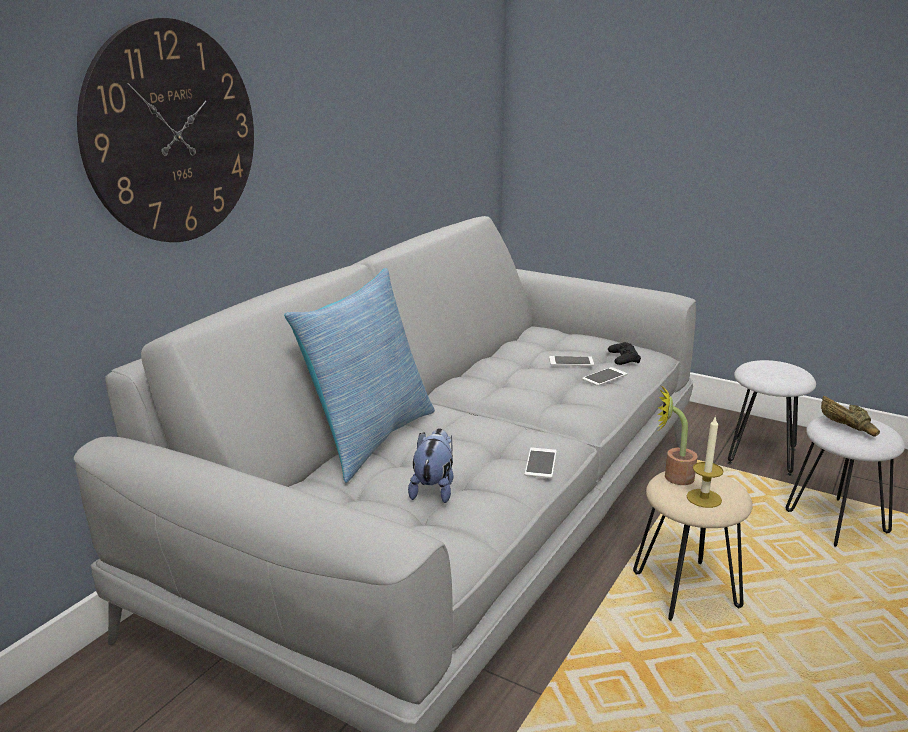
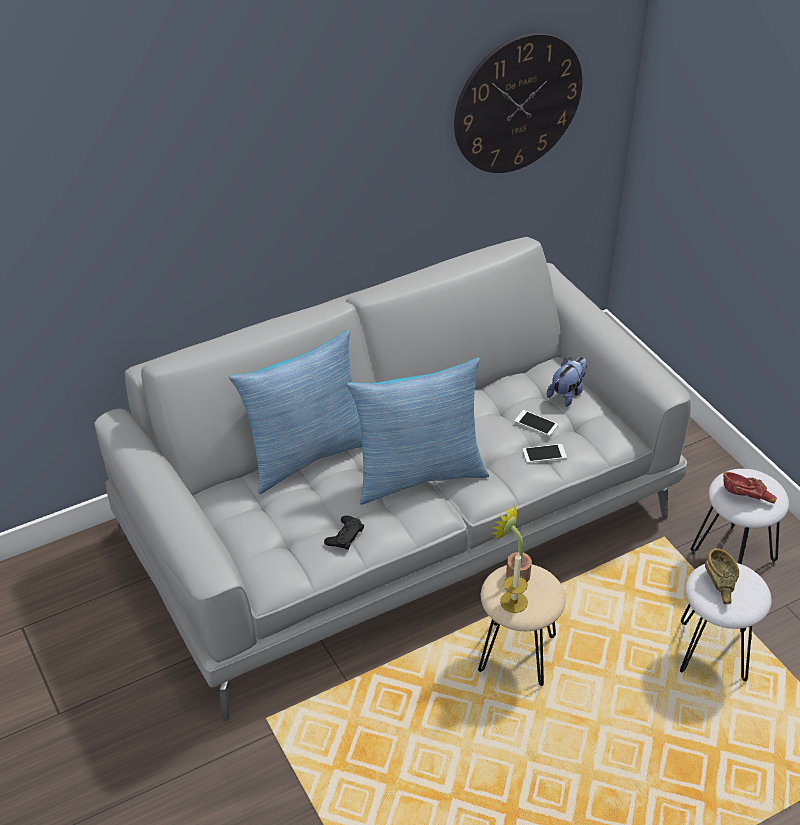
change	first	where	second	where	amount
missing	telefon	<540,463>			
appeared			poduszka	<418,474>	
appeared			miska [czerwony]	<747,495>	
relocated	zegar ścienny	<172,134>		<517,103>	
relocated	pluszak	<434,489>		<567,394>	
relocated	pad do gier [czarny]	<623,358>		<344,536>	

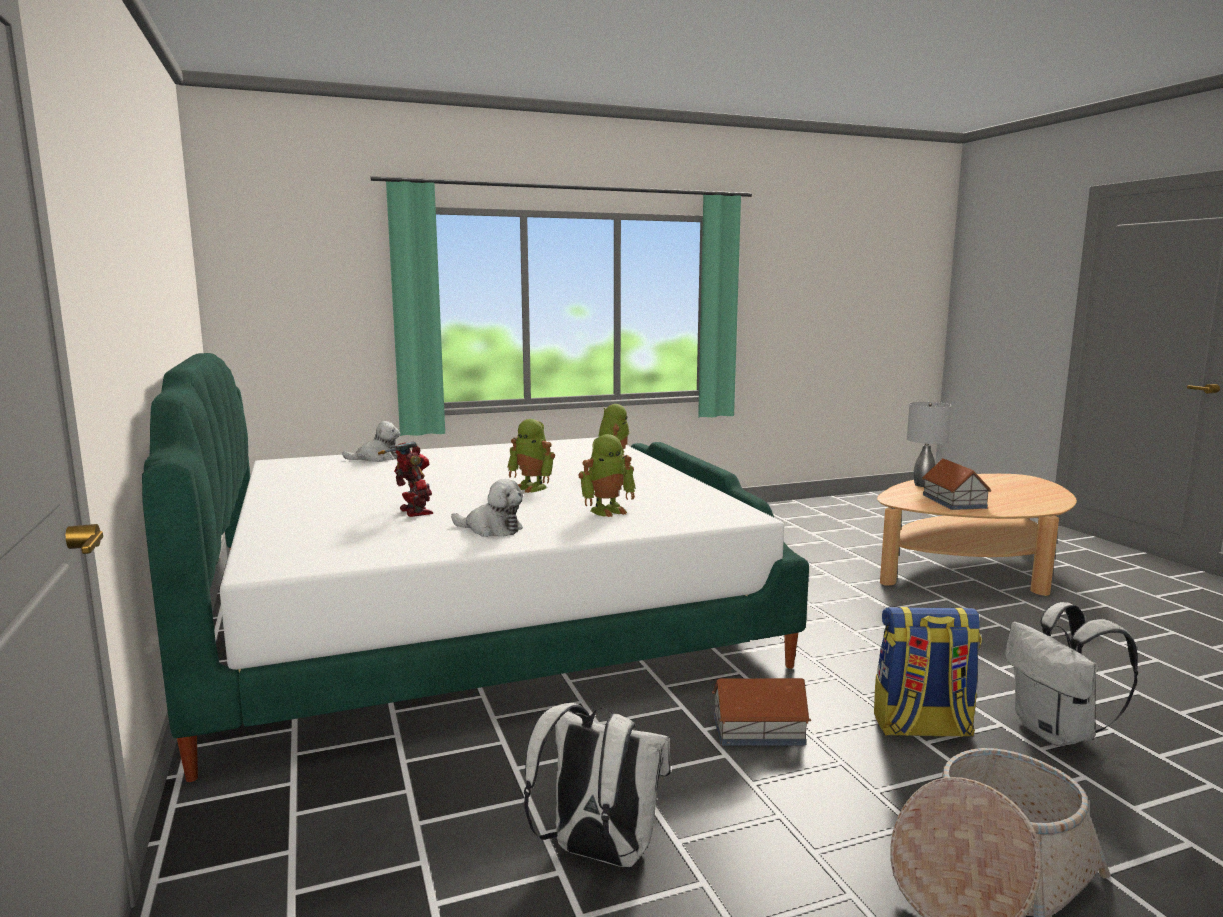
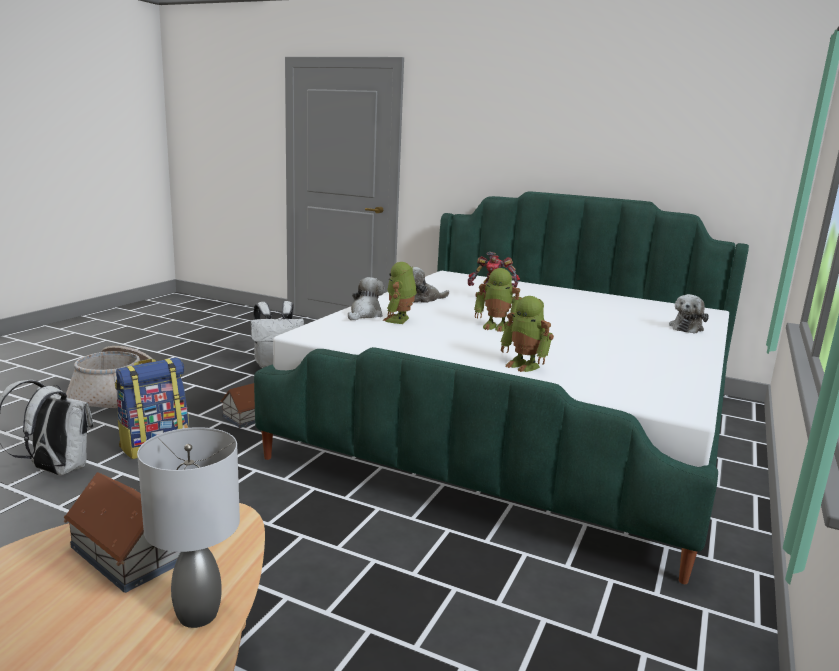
change	first	where	second	where	amount
appeared			pluszak	<365,314>	
spun	robot zabawkowy	<532,487>		<496,326>	150 degrees counterclockwise

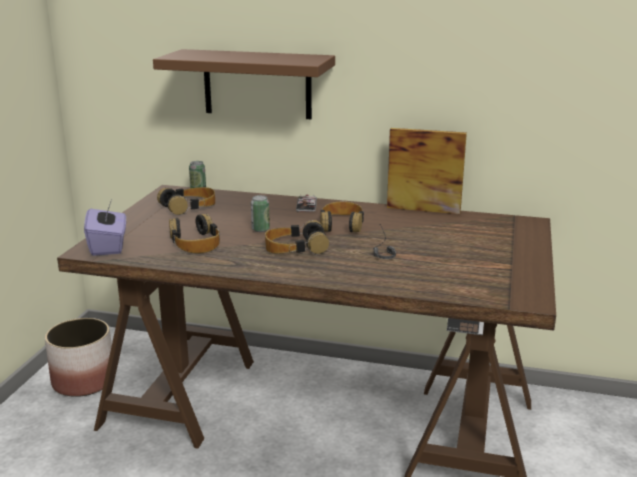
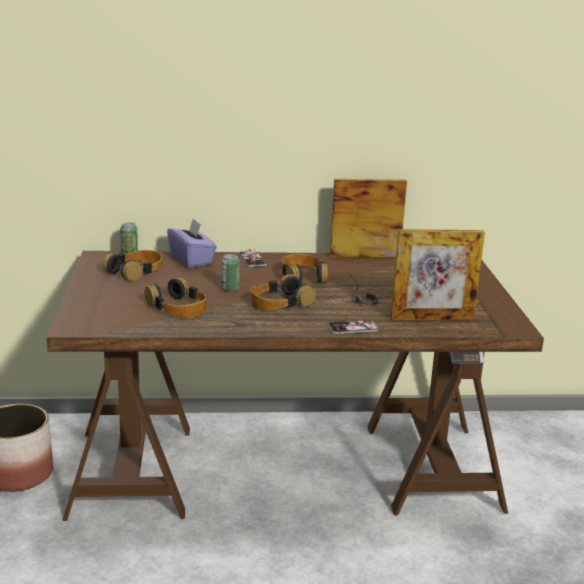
change	first	where	second	where	amount
missing	półka [brązowy]	<257,84>			
appeared			telefon	<352,328>	
appeared			ramka na zdjęcie	<432,318>	
relocated	pudełko chusteczek [fioletowy]	<108,246>		<192,260>	

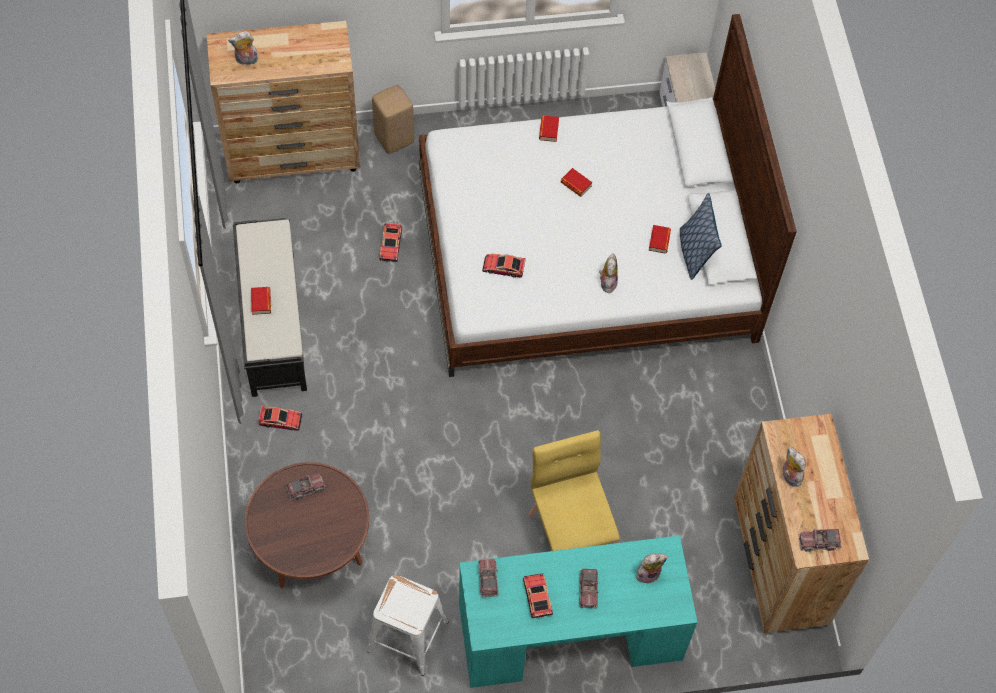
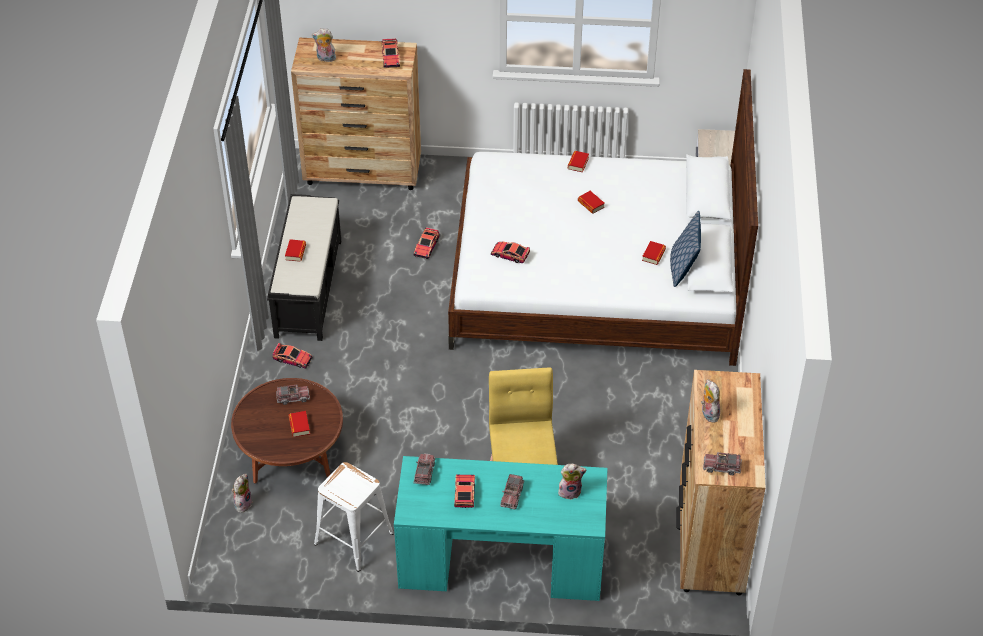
change	first	where	second	where	amount
missing	stołek [beżowy]	<394,138>			
appeared			książka	<299,426>	
appeared			samochodzik	<390,57>	
relocated	pluszak	<607,282>		<242,503>	

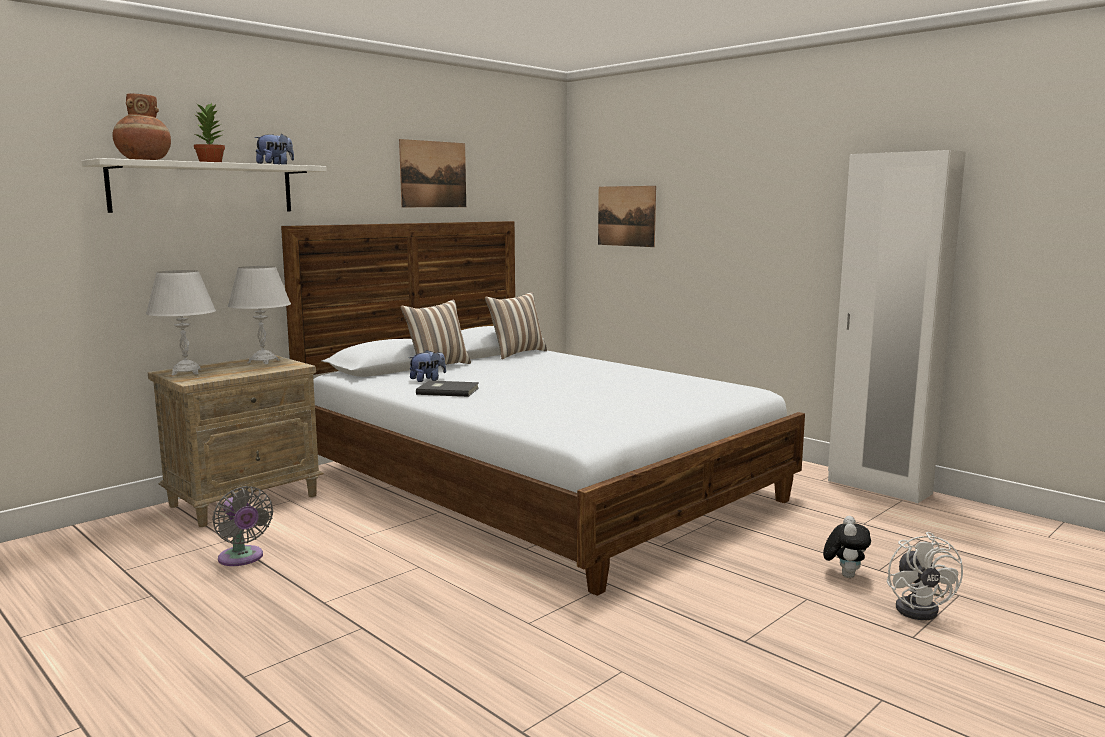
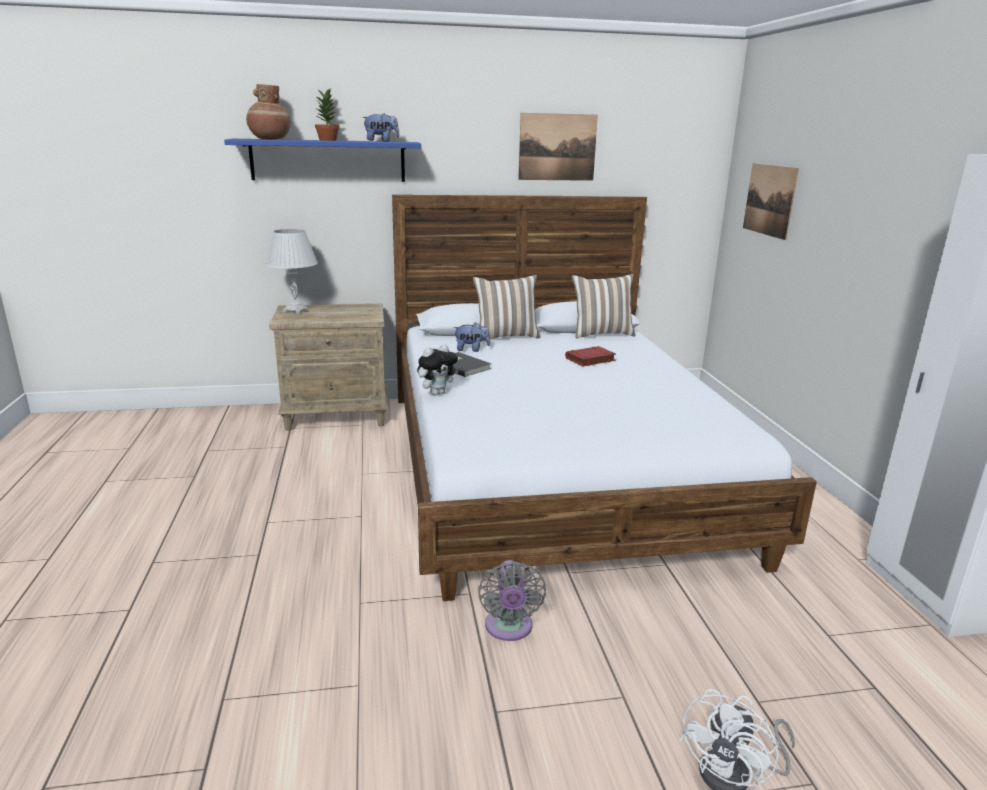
change	first	where	second	where	amount
missing	lampa stołowa [biały]	<263,361>			
appeared			książka [czerwony]	<590,359>	
relocated	wentylator [szary]	<242,558>		<509,628>	
relocated	pluszak	<844,574>		<437,393>	
colour	półka [biały]	<204,188>	półka [niebieski]	<328,160>	

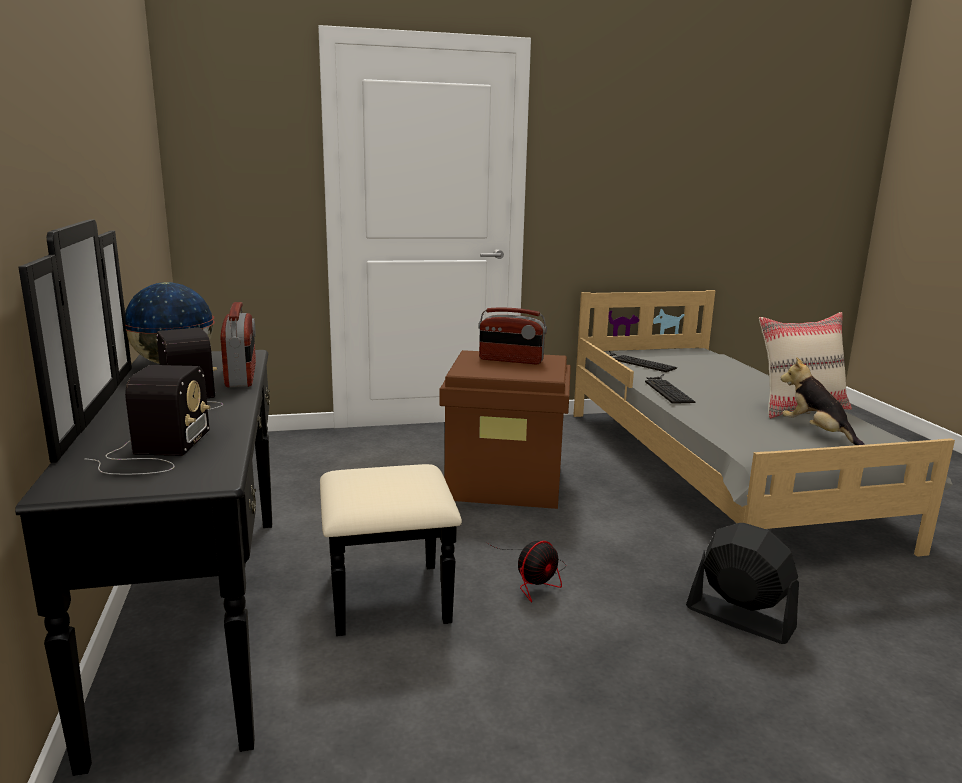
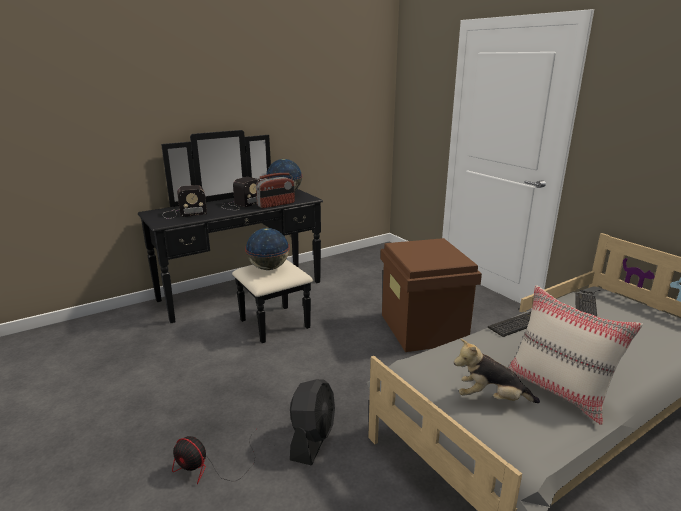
change	first	where	second	where	amount
missing	radio	<511,360>			
appeared			globus	<268,268>	
relocated	wentylator	<535,578>		<211,467>	
spun	pluszak	<816,433>		<491,399>	120 degrees counterclockwise

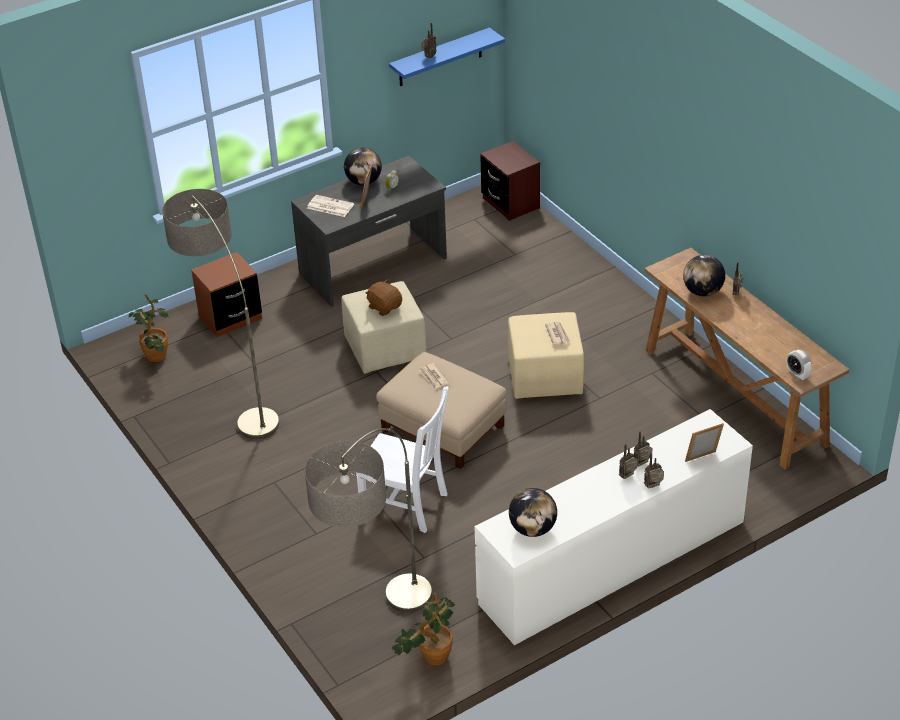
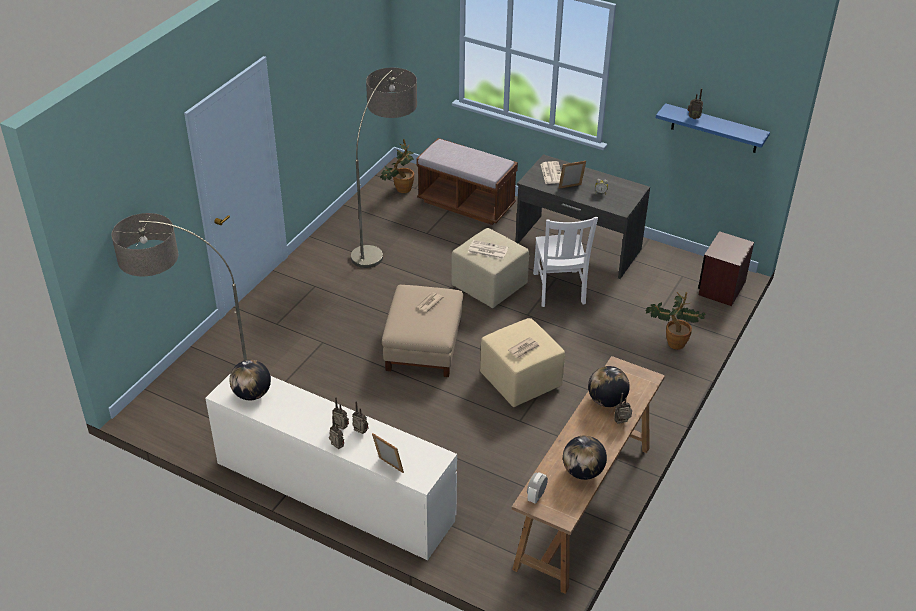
change	first	where	second	where	amount
relocated	globus	<364,182>		<582,472>	
relocated	krzesło [biały]	<407,505>		<559,290>	
relocated	roślina doniczkowa	<430,658>		<672,341>	
exchanged	szafka nocna [brązowy]	<230,317>	ławka [brązowy]	<466,204>	
exchanged	pluszak [brązowy]	<384,307>	gazeta	<487,250>	

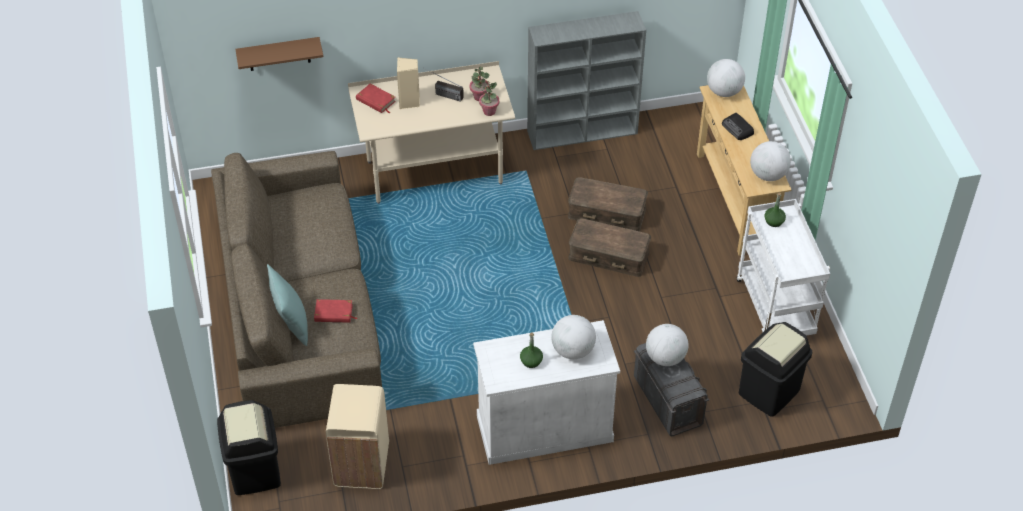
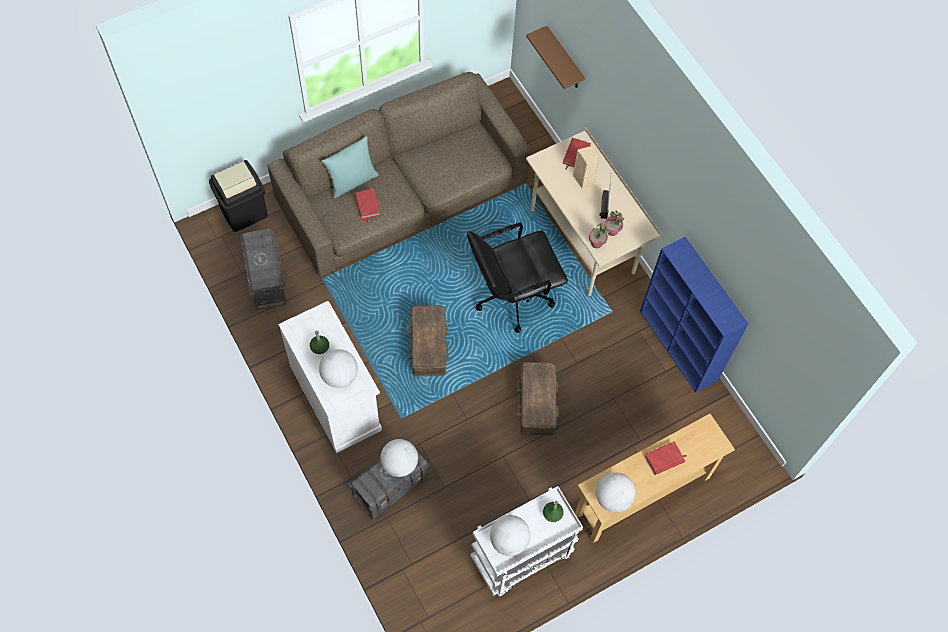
change	first	where	second	where	amount
missing	kosz na śmieci [czarny]	<769,392>			
appeared			krzesło biurowe [czarny]	<512,295>	
relocated	pojemnik do przechowywania [brązowy]	<607,212>		<429,345>	
relocated	globus	<724,91>		<509,540>	
exchanged	kosz na śmieci [beżowy]	<361,465>	pojemnik do przechowywania [szary]	<266,278>	
exchanged	radio	<737,129>	książka [czerwony]	<664,459>	
colour	regał [szary]	<583,132>	regał [niebieski]	<679,346>	

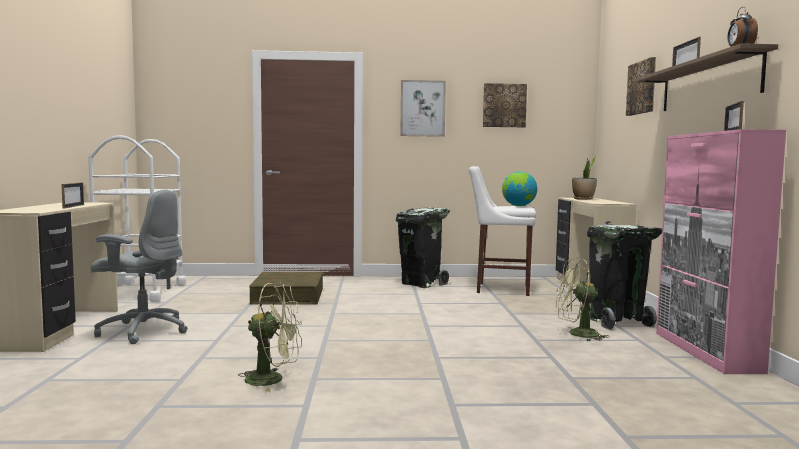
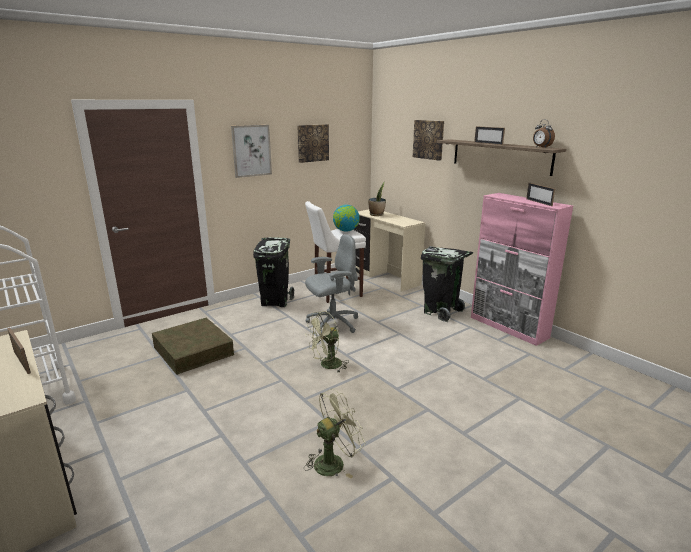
change	first	where	second	where	amount
relocated	krzesło biurowe [szary]	<142,331>		<332,324>	
relocated	wentylator [zielony]	<577,334>		<327,365>	

